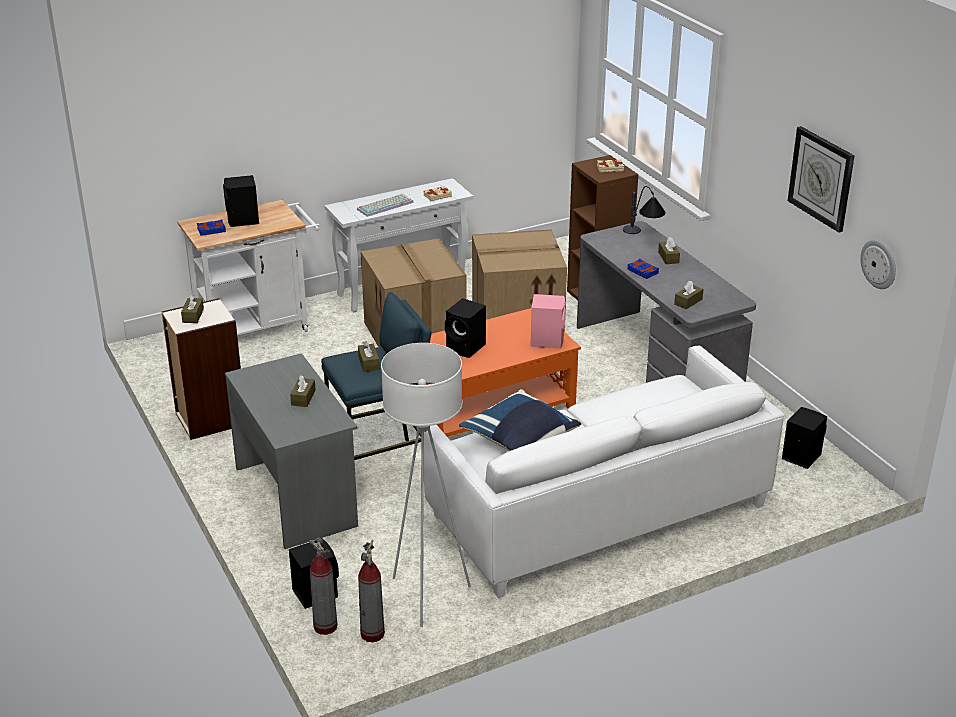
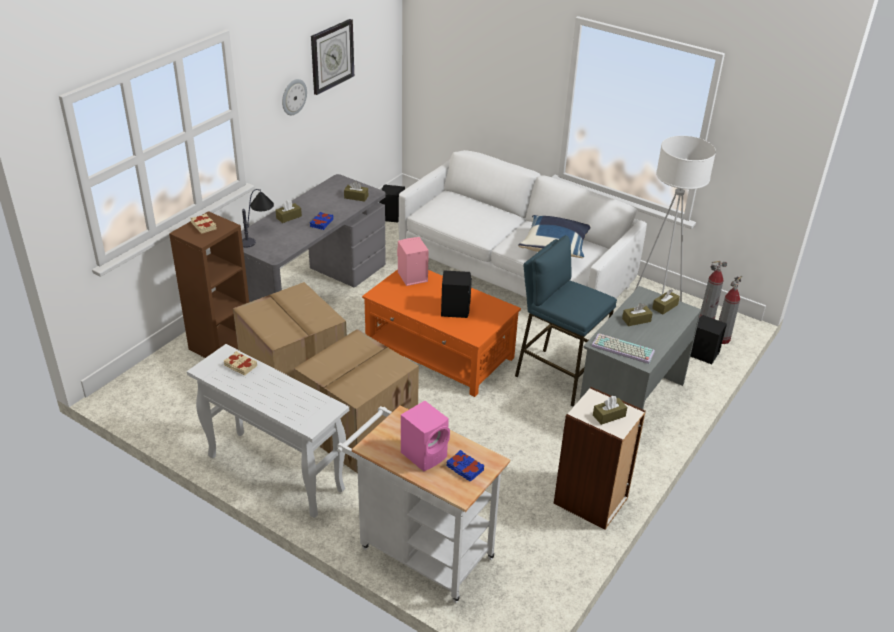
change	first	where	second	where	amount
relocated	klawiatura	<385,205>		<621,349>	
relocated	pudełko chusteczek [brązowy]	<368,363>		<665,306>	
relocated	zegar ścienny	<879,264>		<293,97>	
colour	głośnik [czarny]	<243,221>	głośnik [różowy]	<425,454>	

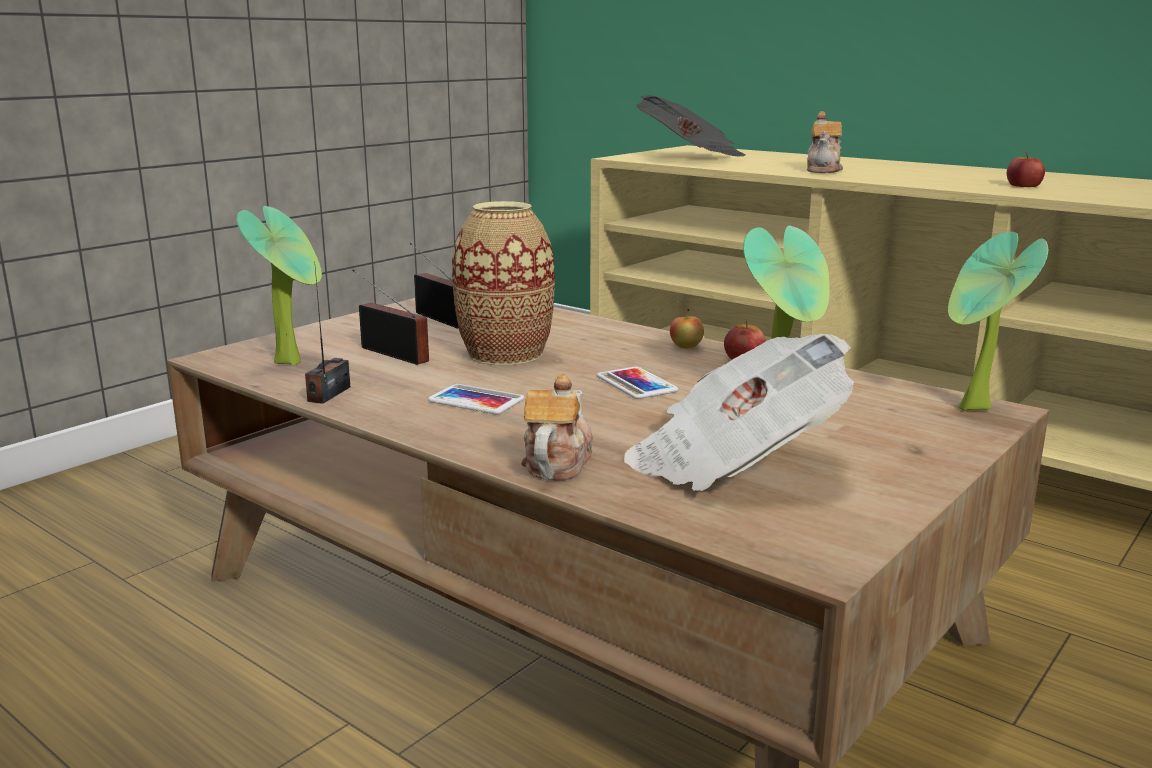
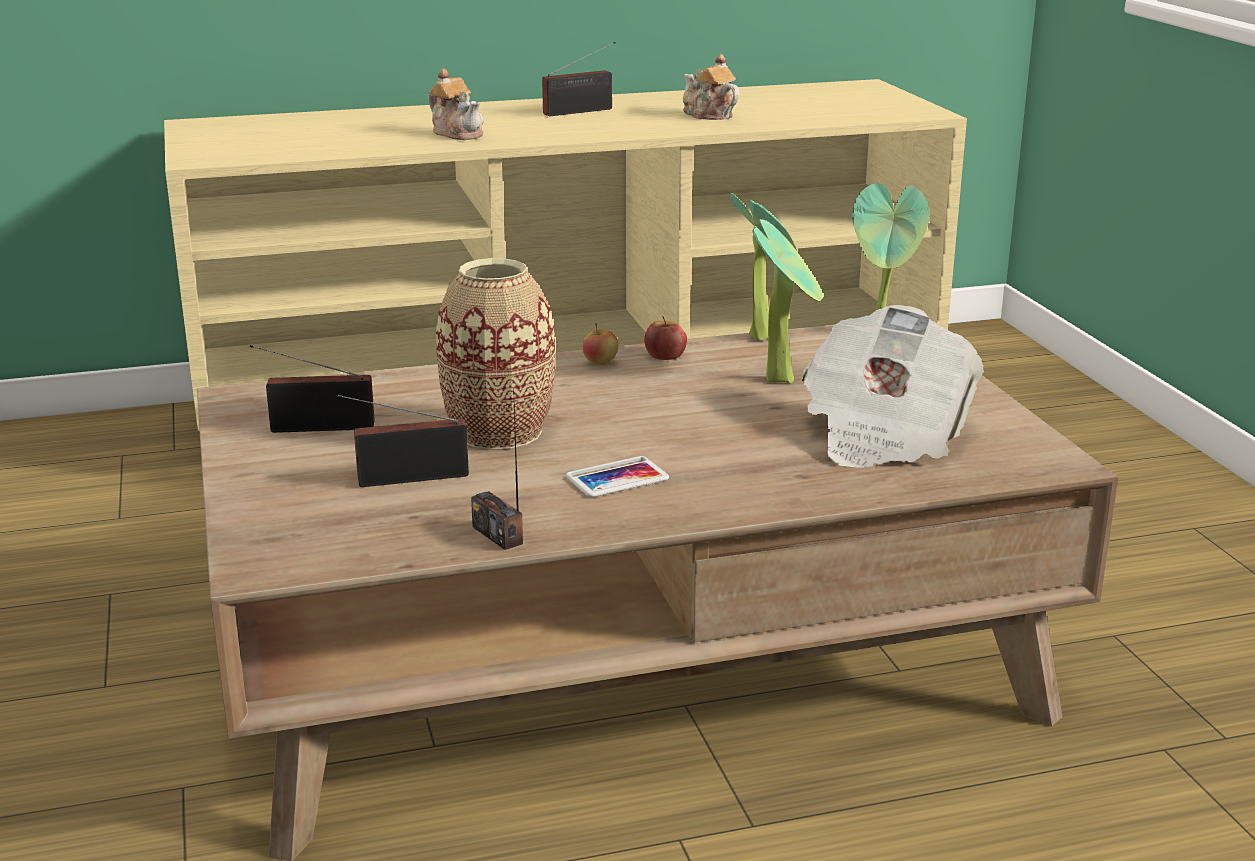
change	first	where	second	where	amount
missing	telefon	<636,384>			
missing	gazeta	<691,158>			
missing	jabłko	<1023,185>			
appeared			radio	<582,111>	
relocated	roślina doniczkowa	<294,361>		<762,335>	
relocated	imbryk	<556,463>		<708,115>	

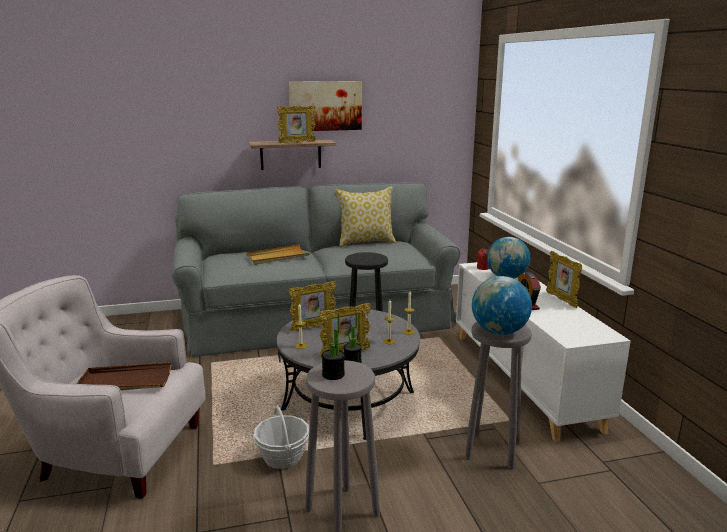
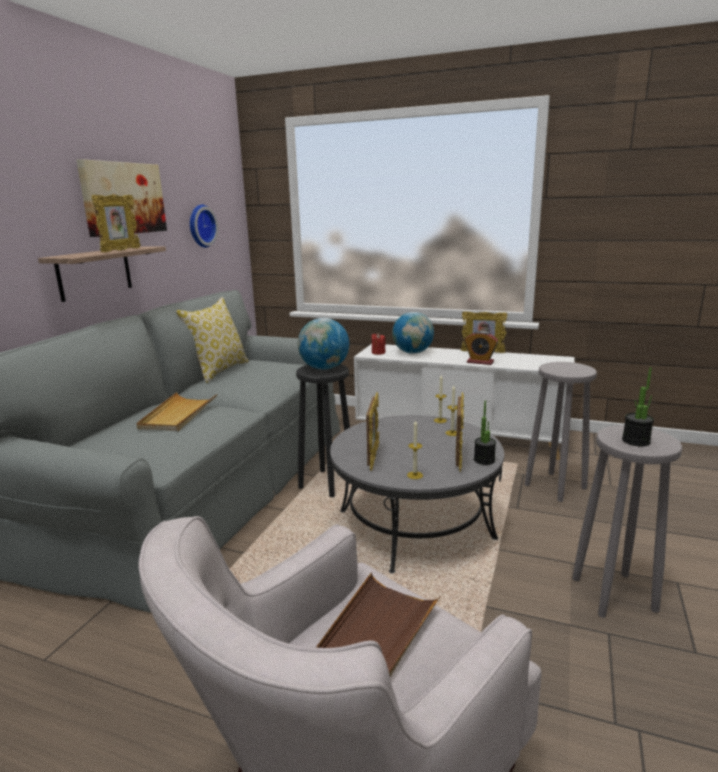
change	first	where	second	where	amount
missing	koszyk	<282,457>			
appeared			zegar ścienny	<200,226>	
relocated	globus	<499,332>		<324,368>	

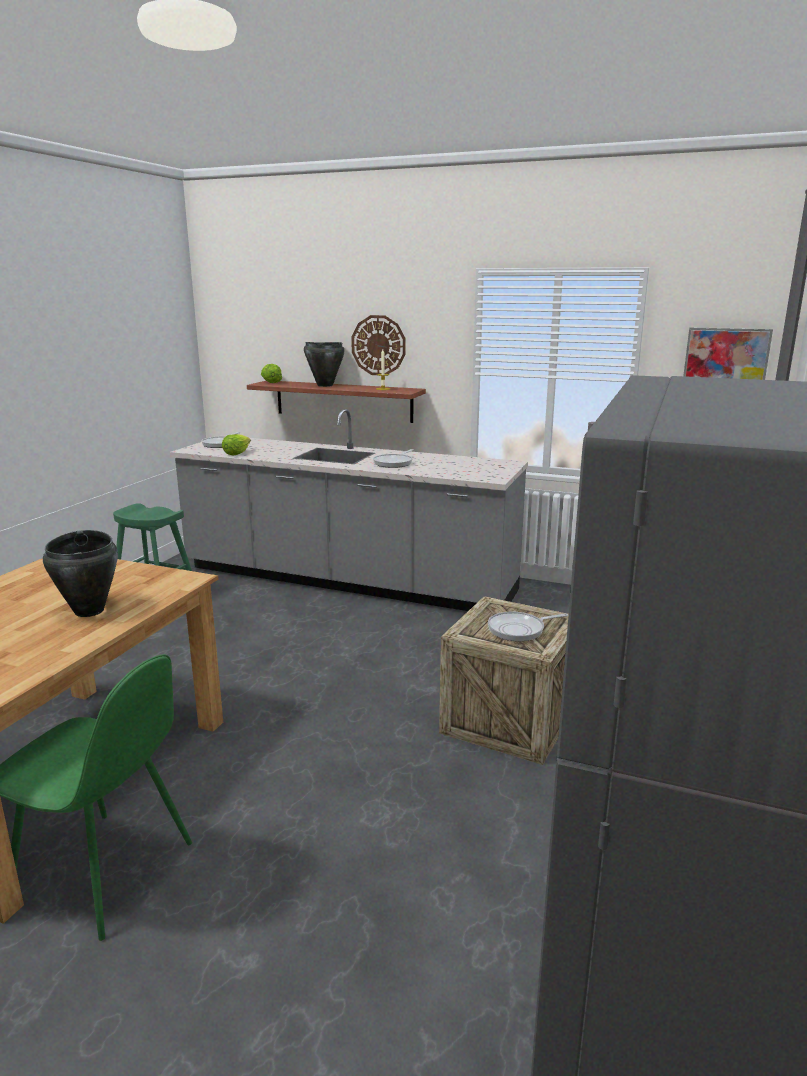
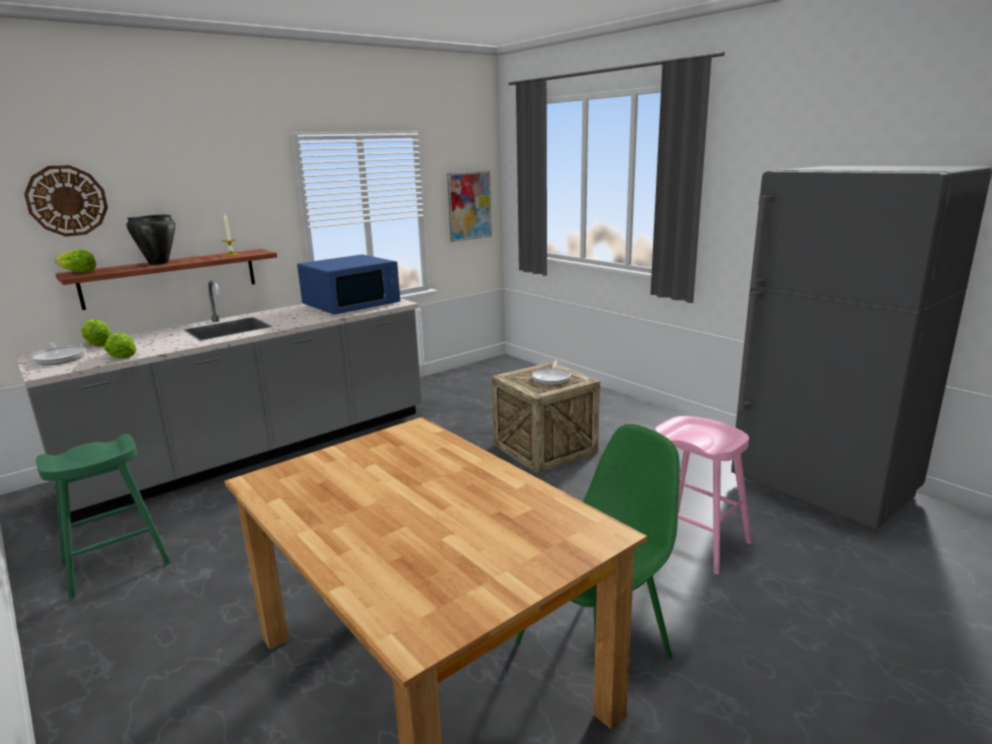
change	first	where	second	where	amount
missing	garnek [czarny]	<90,611>			
missing	patelnia	<394,463>			
appeared			sałata	<97,344>	
appeared			mikrofalówka [niebieski]	<352,304>	
appeared			stołek [różowy]	<694,541>	
relocated	zegar ścienny	<378,345>		<67,201>	

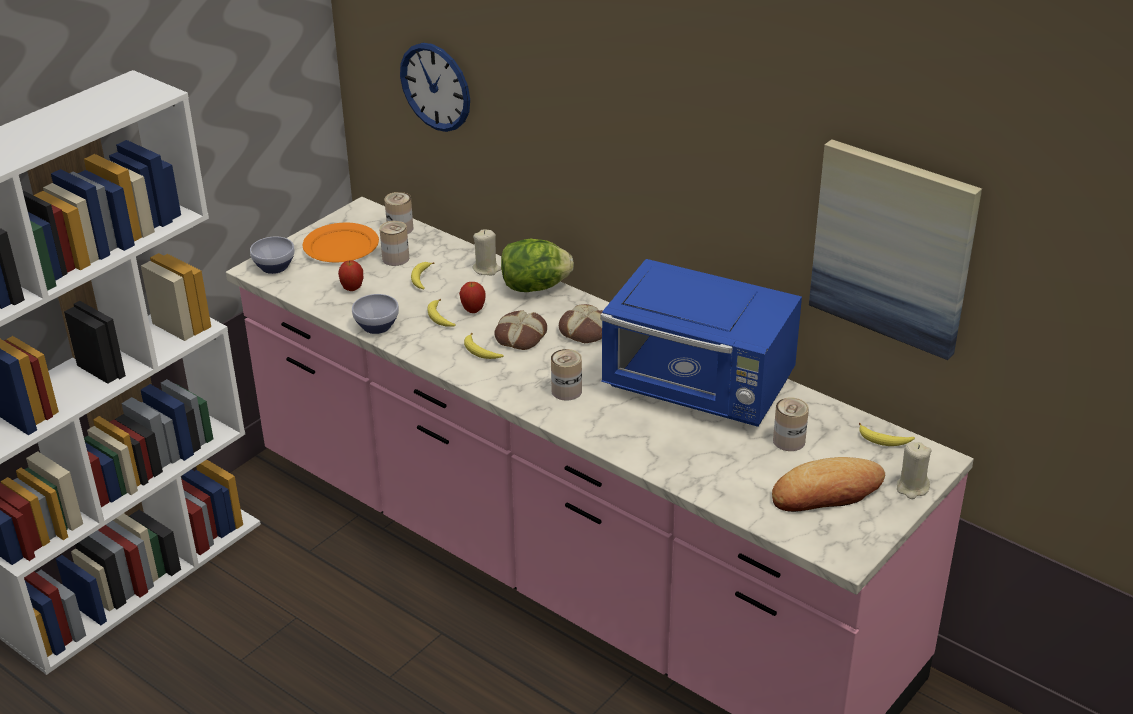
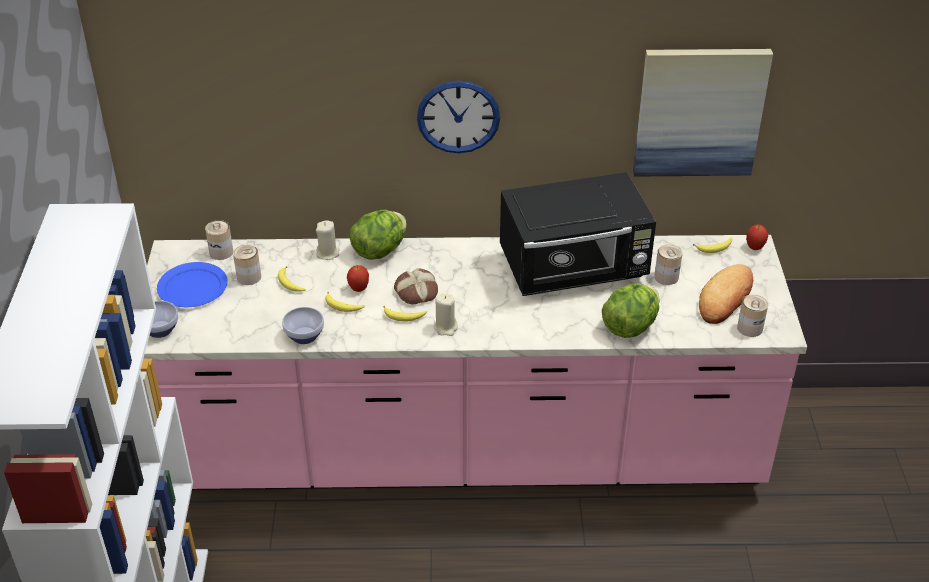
change	first	where	second	where	amount
missing	chleb	<586,331>			
appeared			sałata	<630,326>	
relocated	jabłko	<352,289>		<755,247>	
relocated	zegar ścienny	<435,87>		<458,116>	
relocated	puszka	<566,391>		<750,328>	
relocated	świeca [beżowy]	<912,488>		<445,327>	
colour	talerz [pomarańczowy]	<340,246>	talerz [niebieski]	<192,288>	
colour	mikrofalówka [niebieski]	<699,389>	mikrofalówka [czarny]	<575,270>	

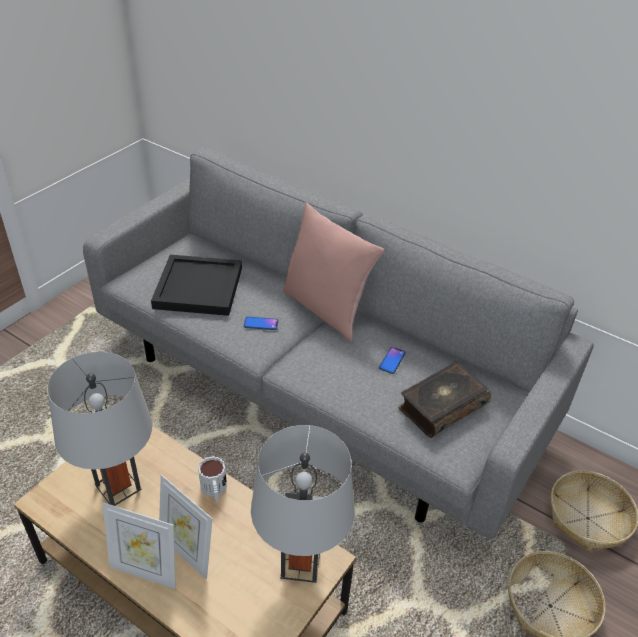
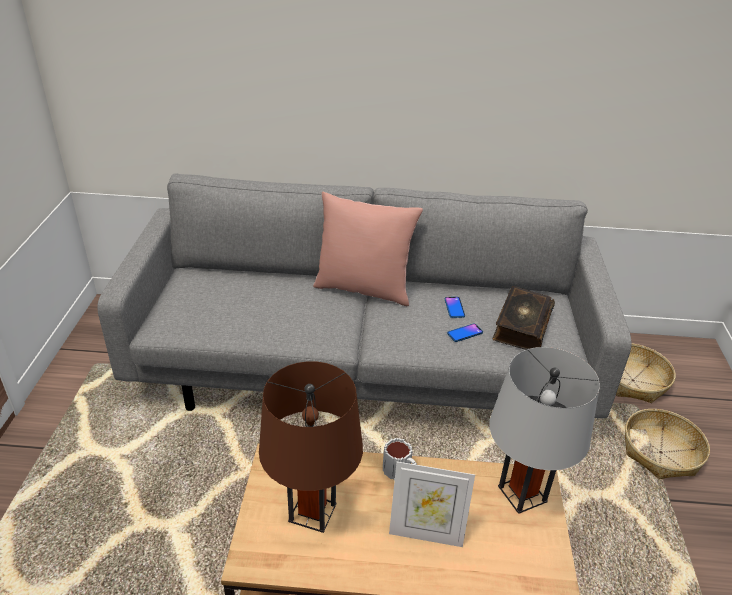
change	first	where	second	where	amount
missing	ramka na zdjęcie	<145,571>			
missing	taca [czarny]	<198,287>			
relocated	telefon	<261,324>		<465,333>	
colour	lampa stołowa [szary]	<118,487>	lampa stołowa [brązowy]	<312,512>	

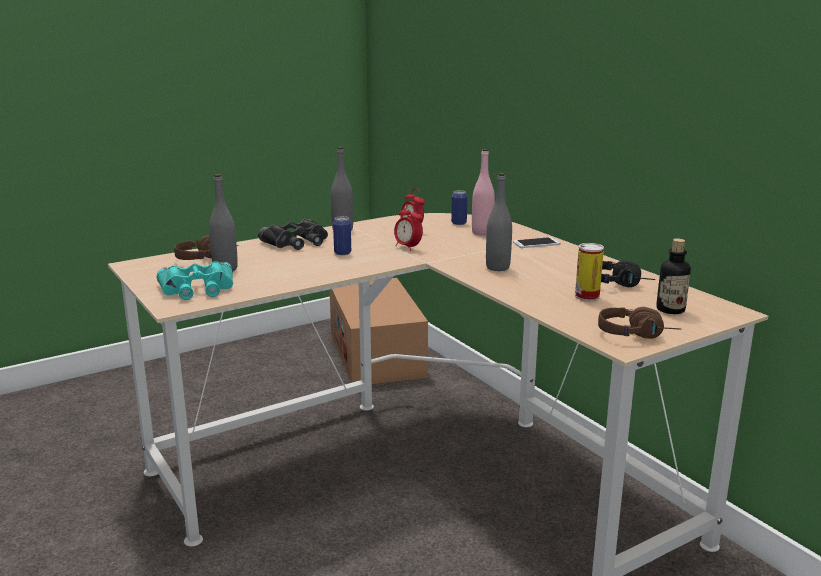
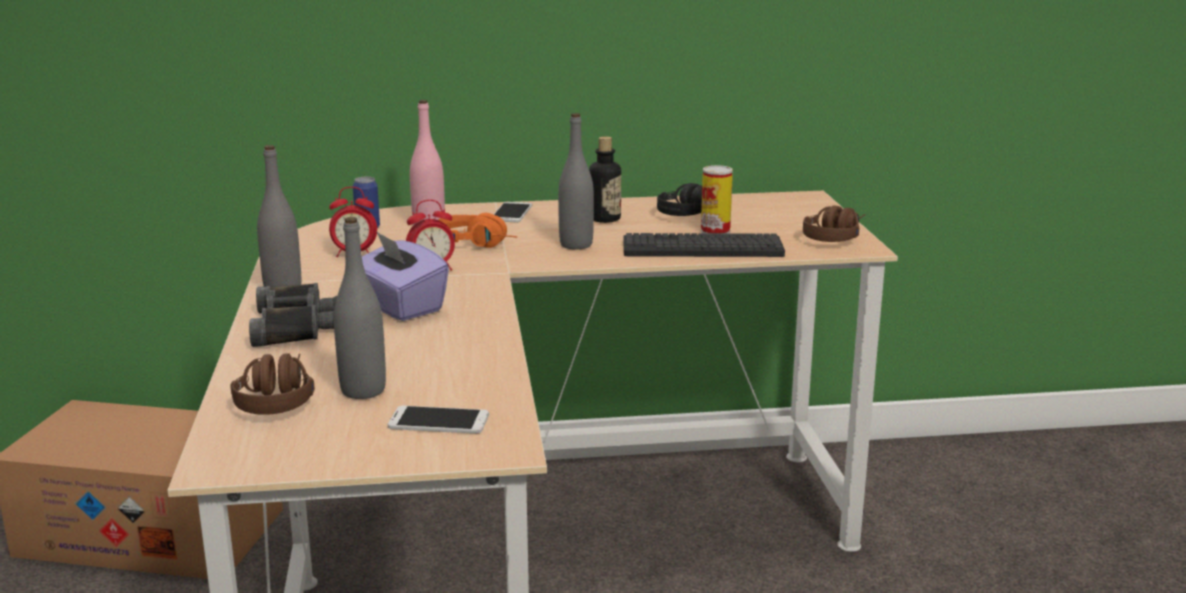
change	first	where	second	where	amount
appeared			słuchawki [pomarańczowy]	<479,244>	
appeared			klawiatura	<702,248>	
relocated	butelka	<670,309>		<605,219>	
exchanged	lornetka [turkusowy]	<197,289>	telefon	<439,421>	
exchanged	puszka	<342,253>	pudełko chusteczek [fioletowy]	<399,306>	

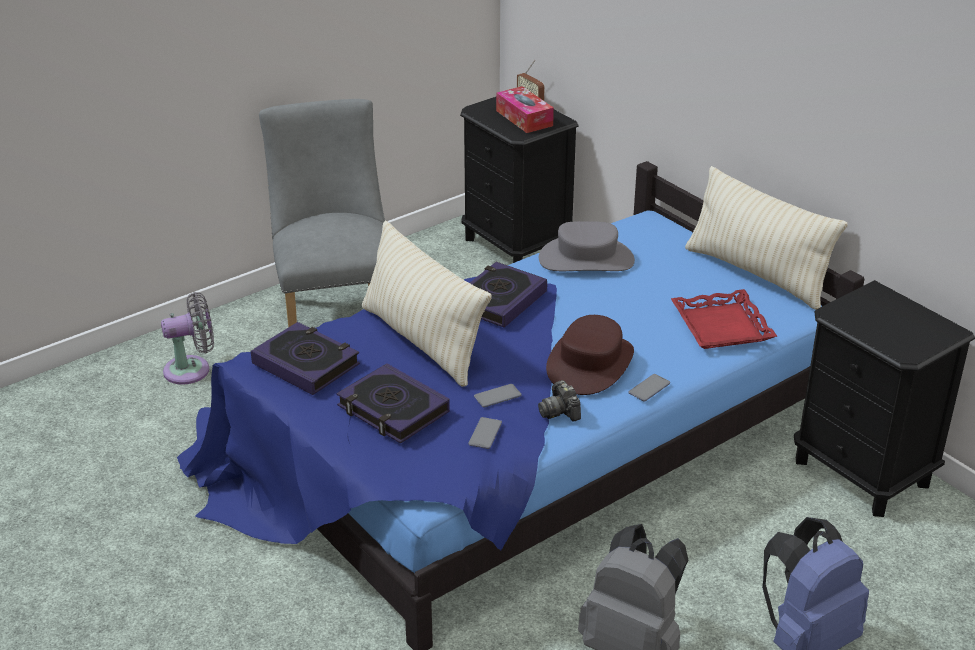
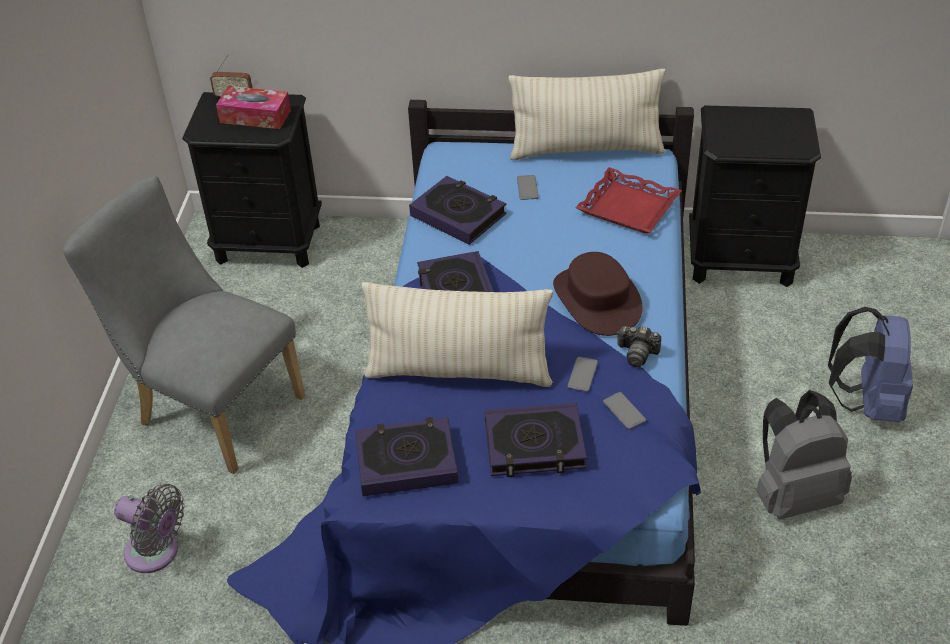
change	first	where	second	where	amount
relocated	telefon	<649,388>		<527,188>	
exchanged	kapelusz [szary]	<586,259>	książka	<458,215>	
spun	wentylator [szary]	<192,369>		<156,553>	90 degrees clockwise

